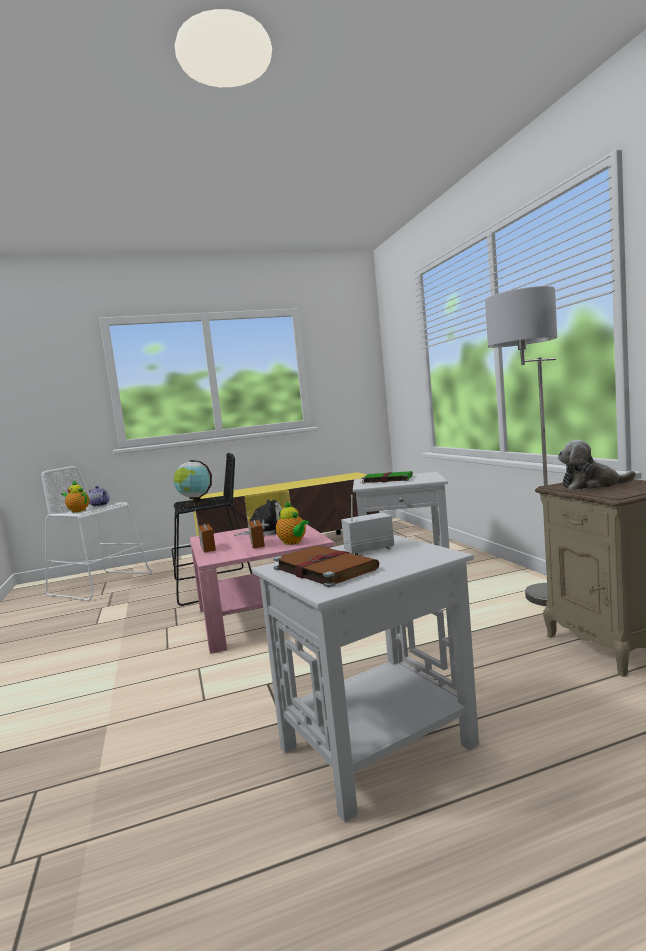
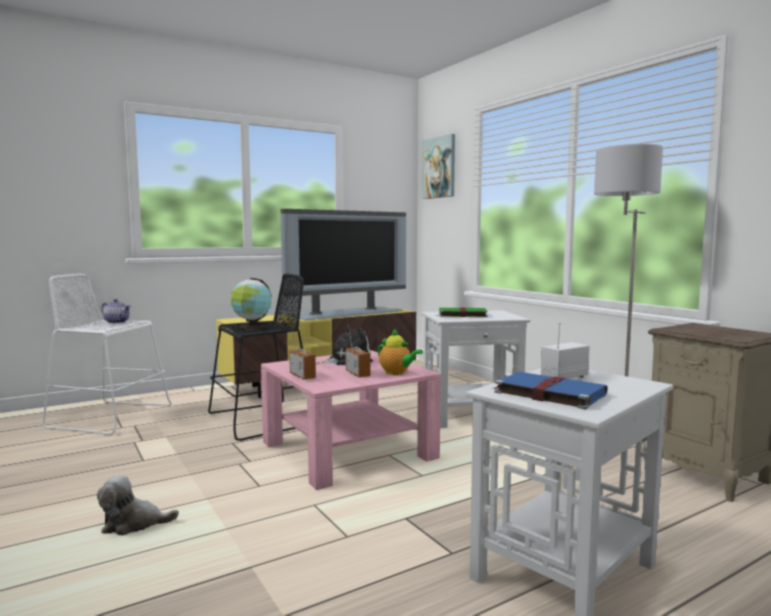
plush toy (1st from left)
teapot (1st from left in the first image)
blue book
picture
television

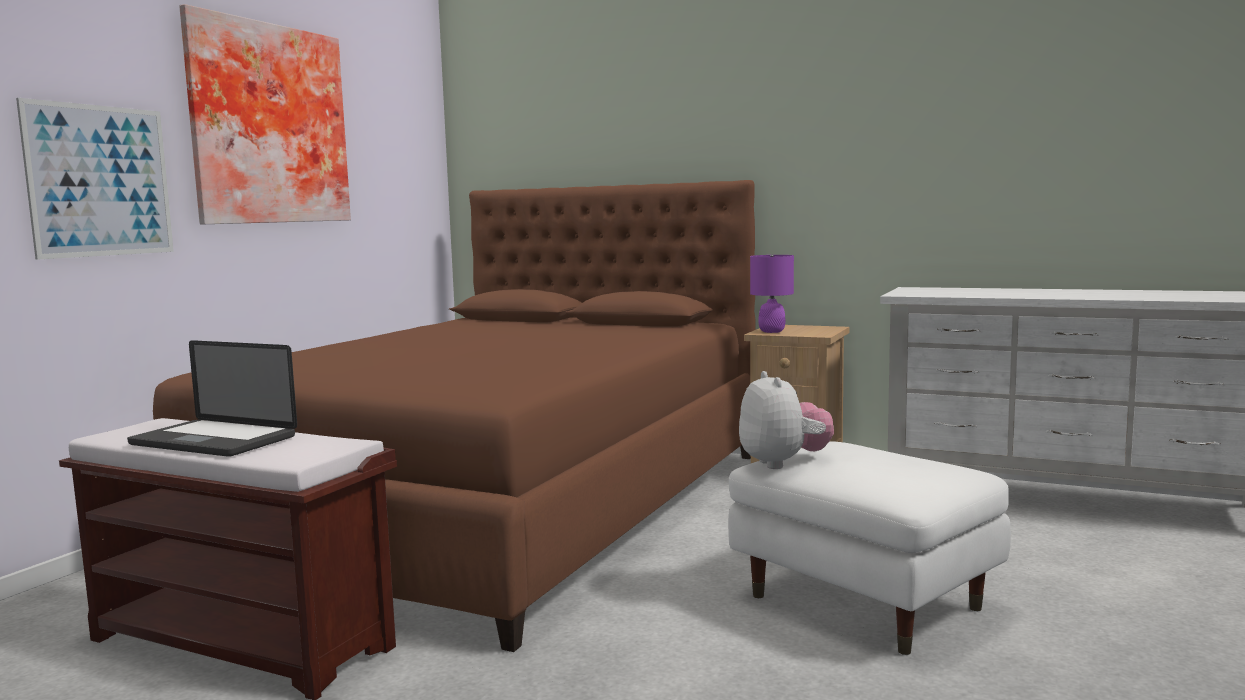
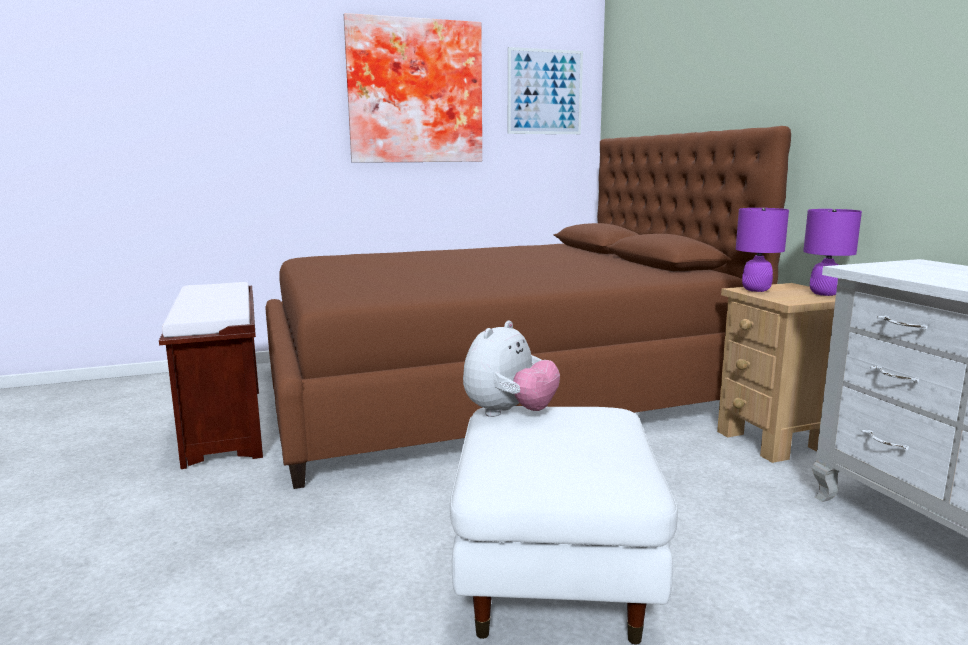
picture (2nd from left)
laptop
purple table lamp (2nd from left)

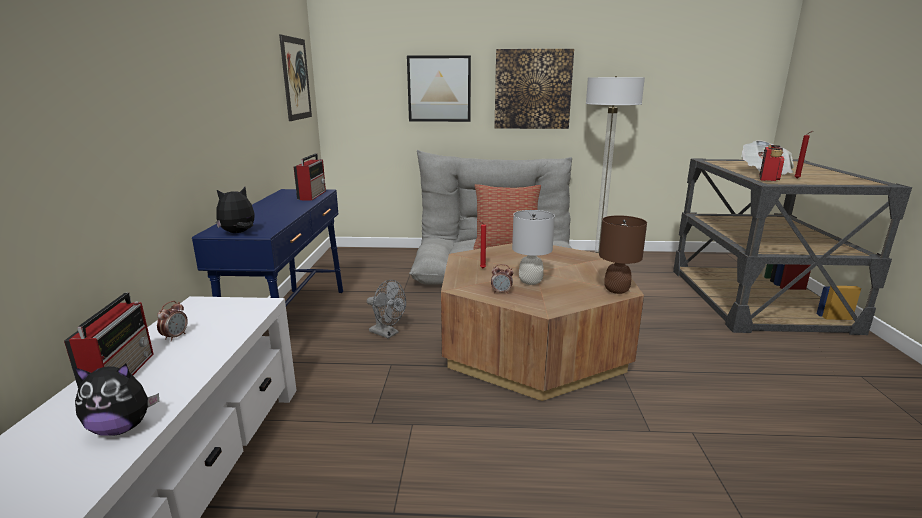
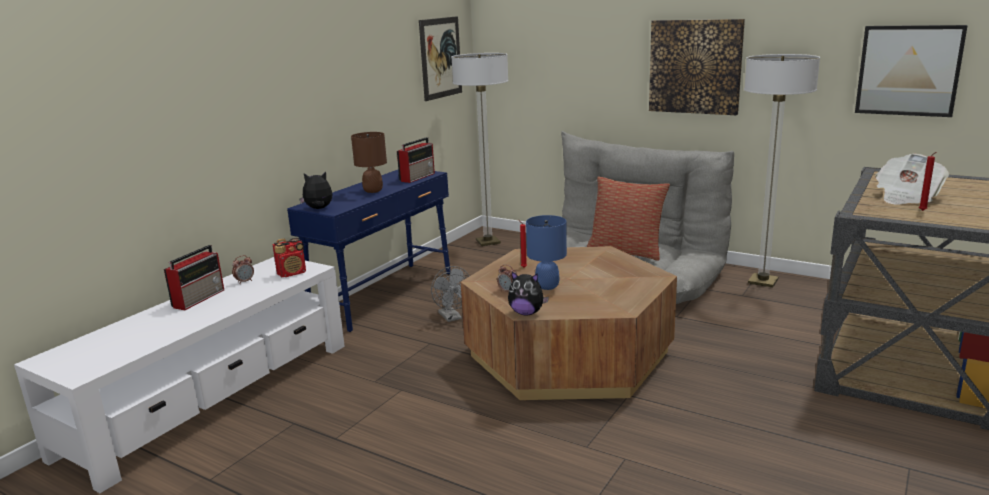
picture (3rd from left)
radio (2nd from left)
blue table lamp
brown table lamp
plush toy (2nd from left)
floor lamp (1st from left)

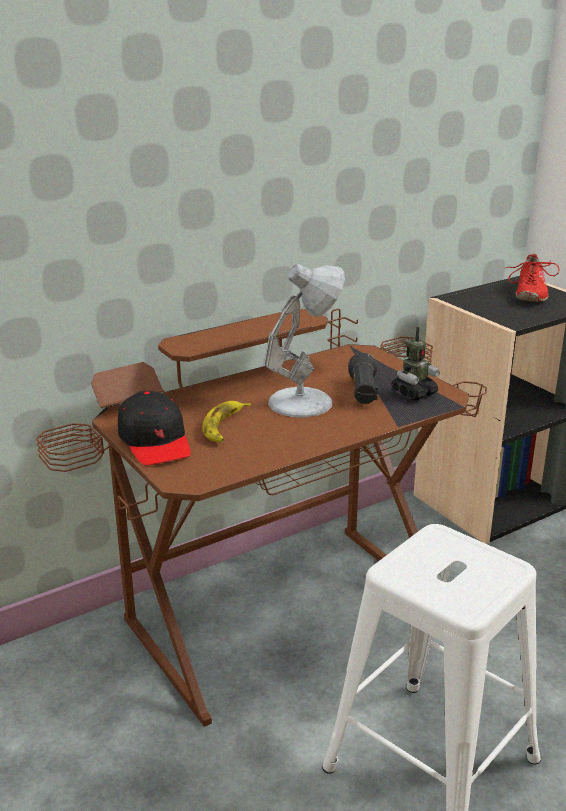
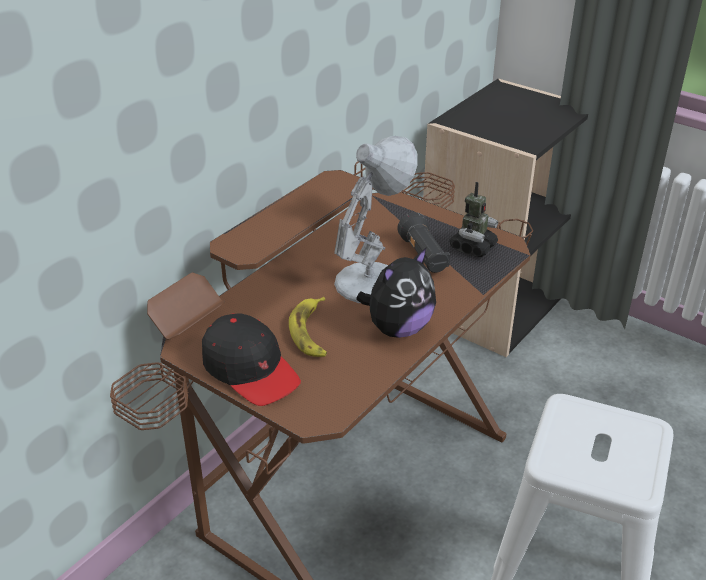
red shoe
plush toy

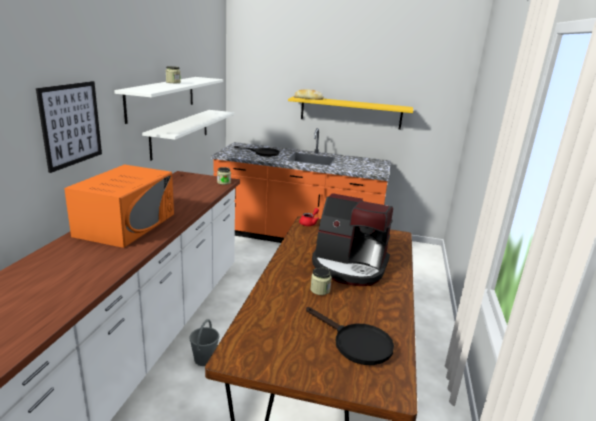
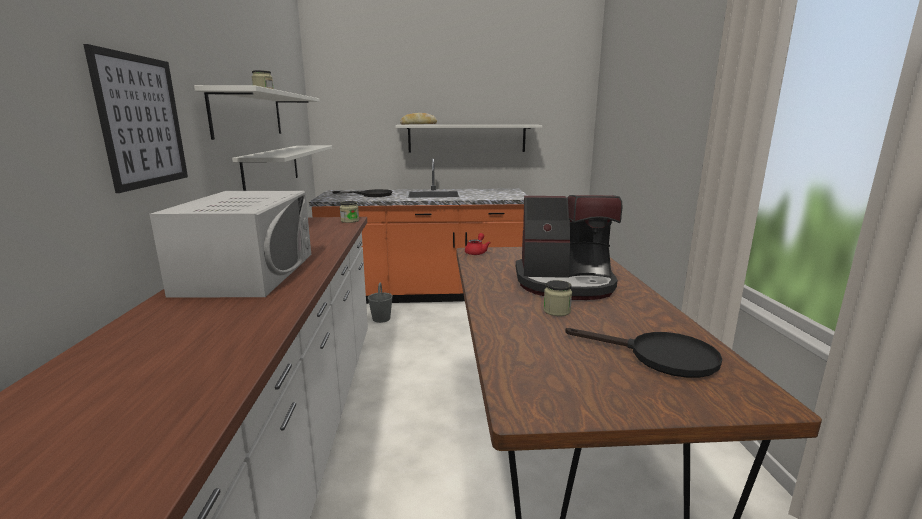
white shelf (3rd from left)
white microwave
grey bucket

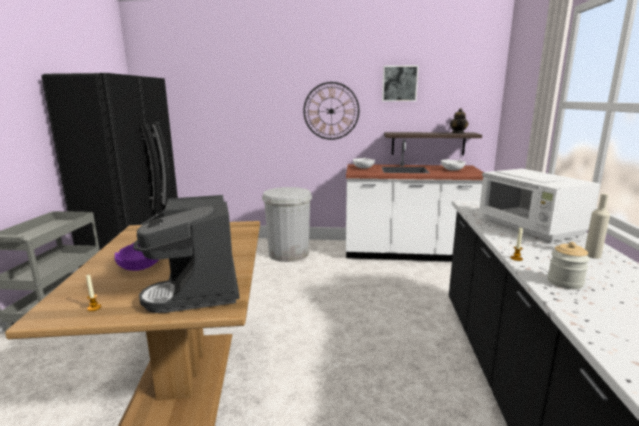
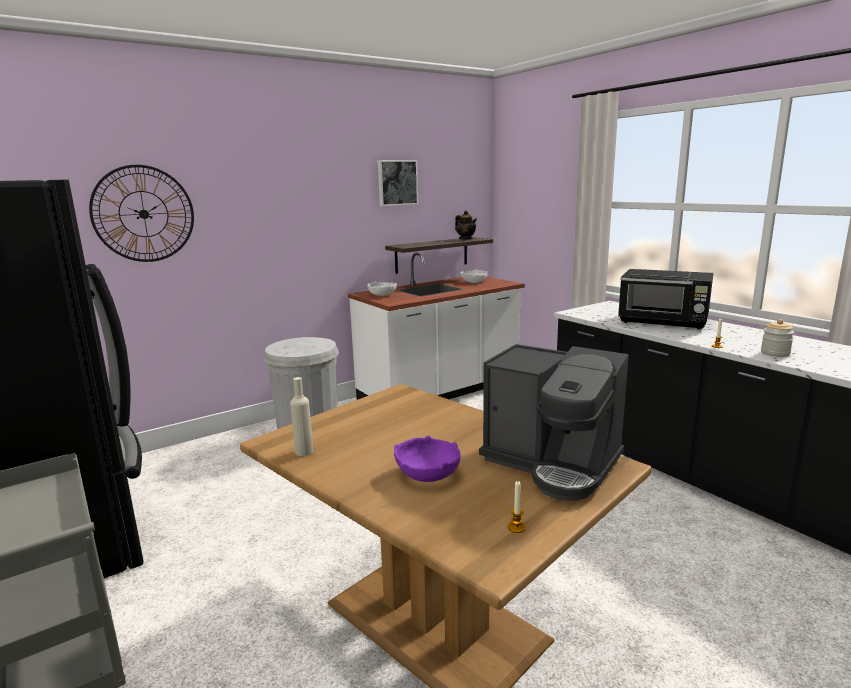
wall clock
black microwave
beige bottle

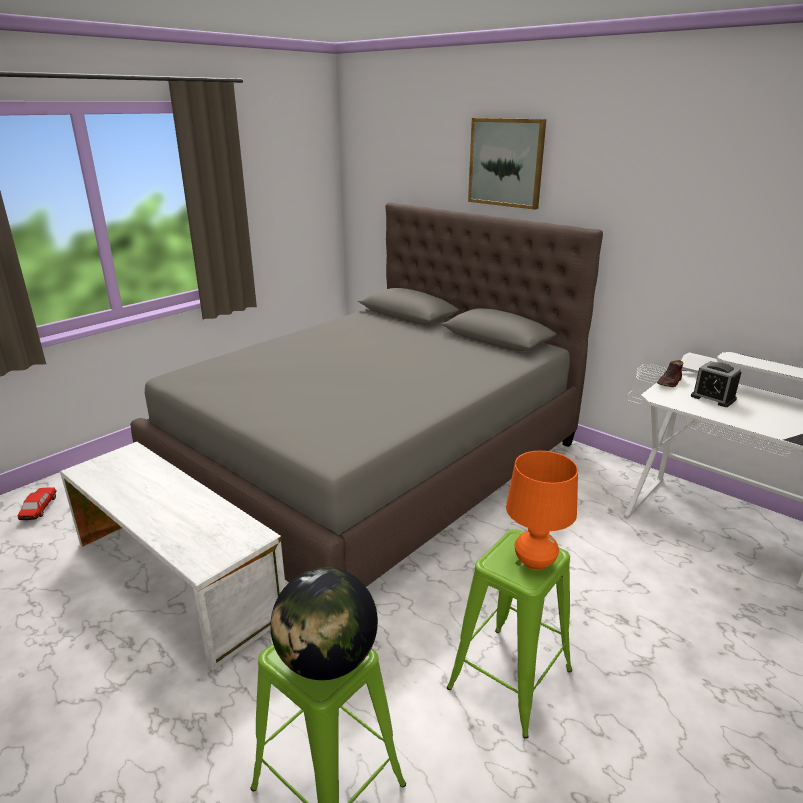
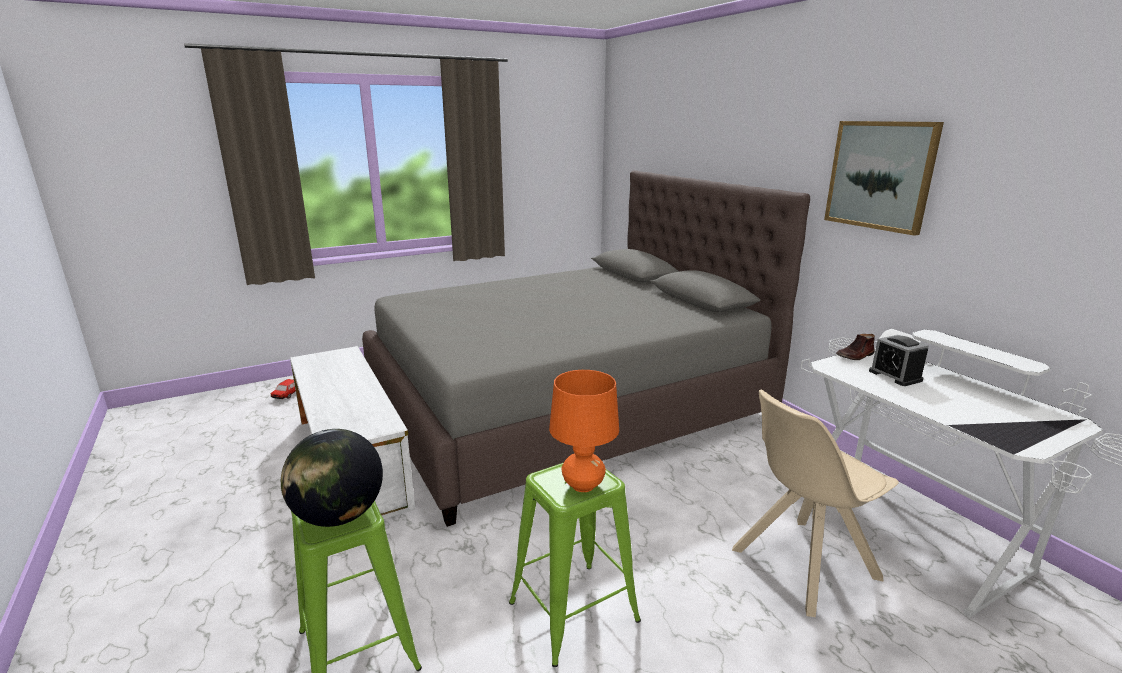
picture
beige chair

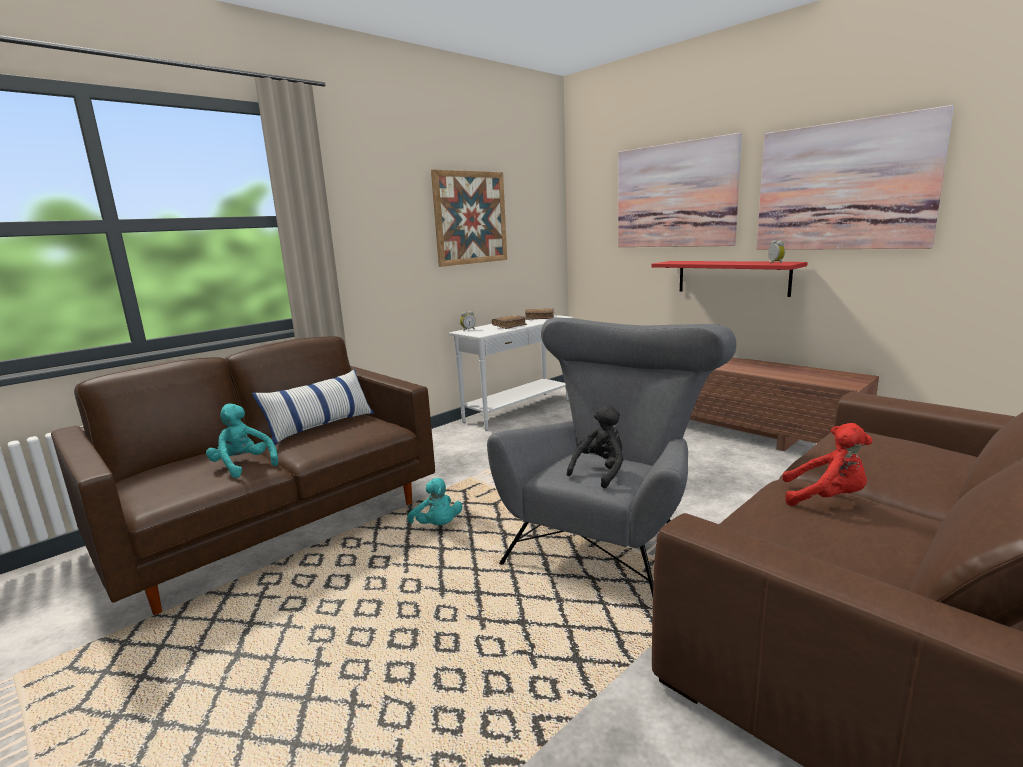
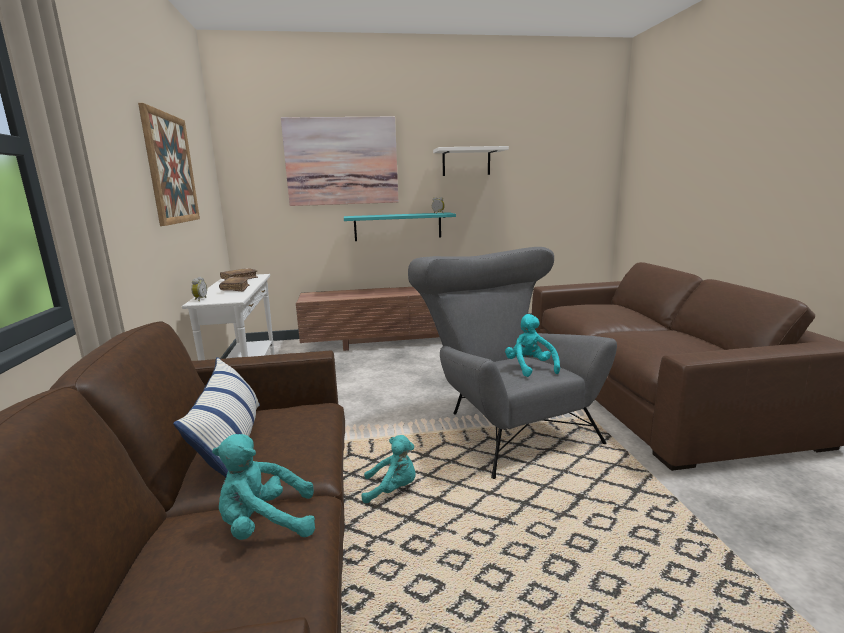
white shelf
turquoise shelf
turquoise plush toy (3rd from left)
red plush toy

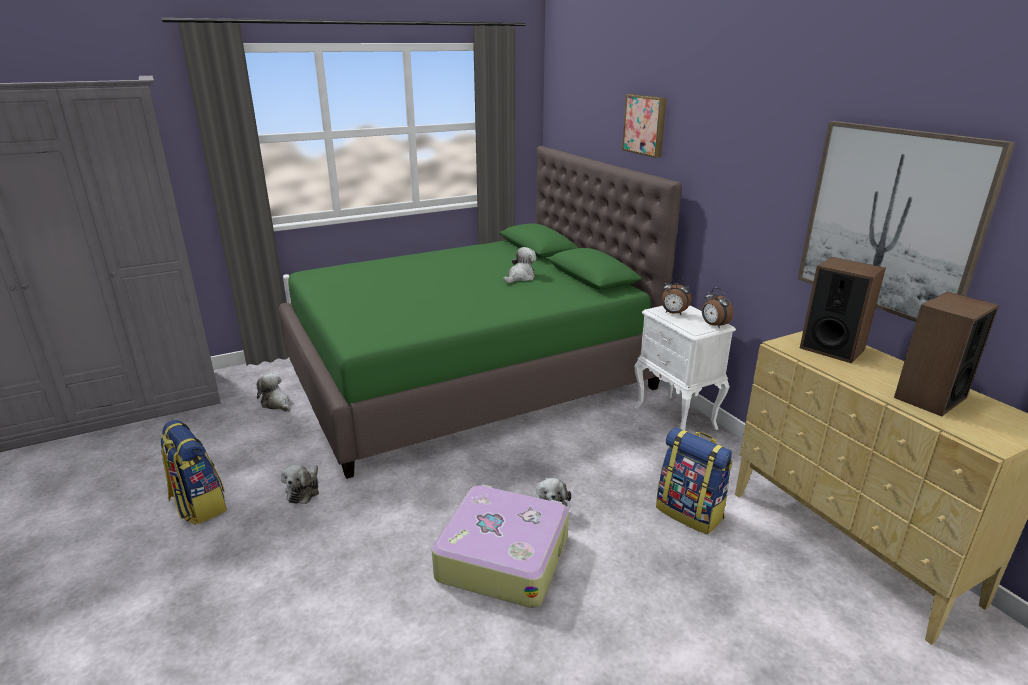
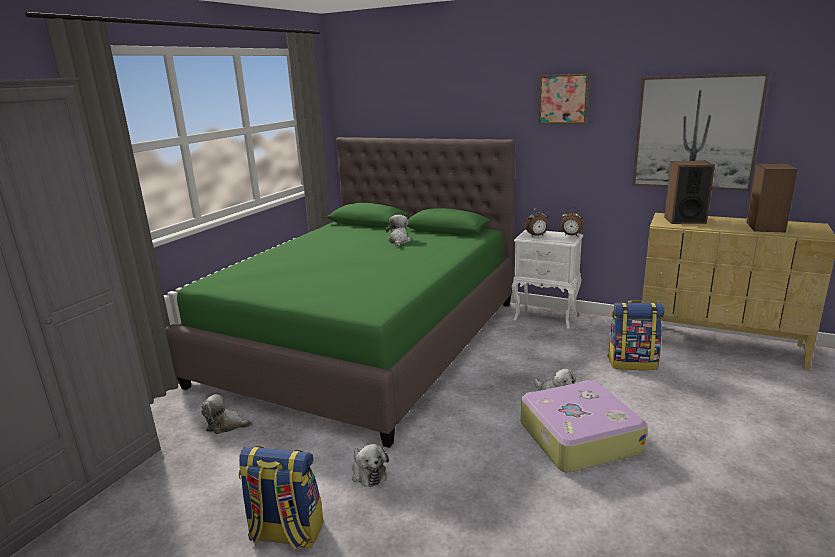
picture (1st from left)

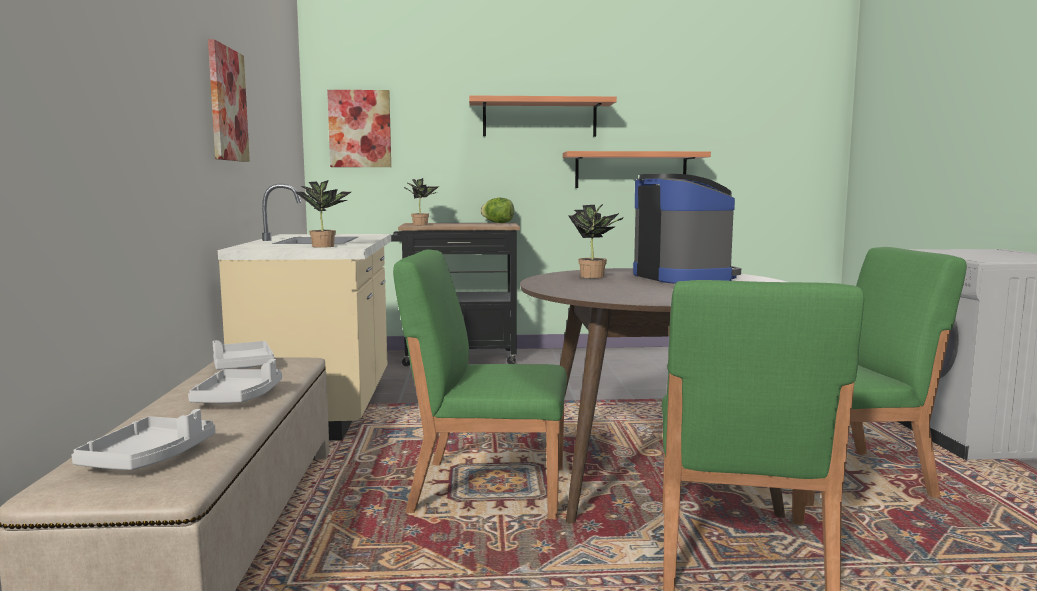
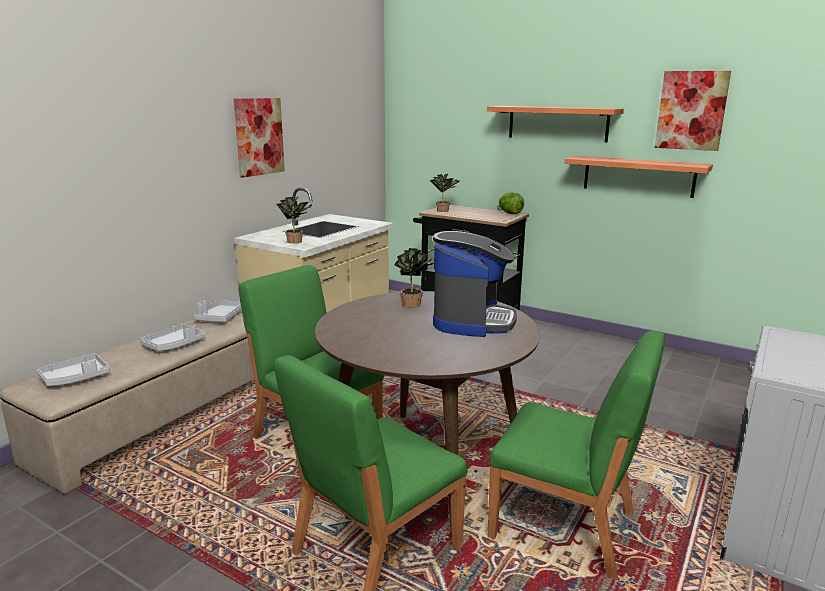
picture (2nd from left)

